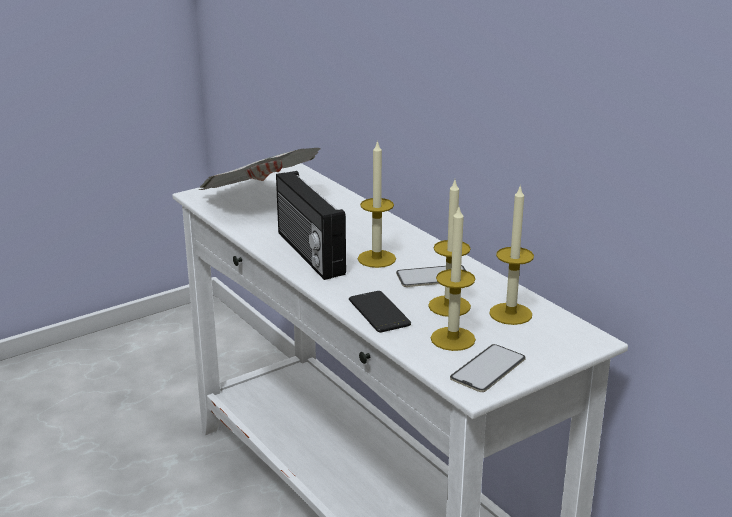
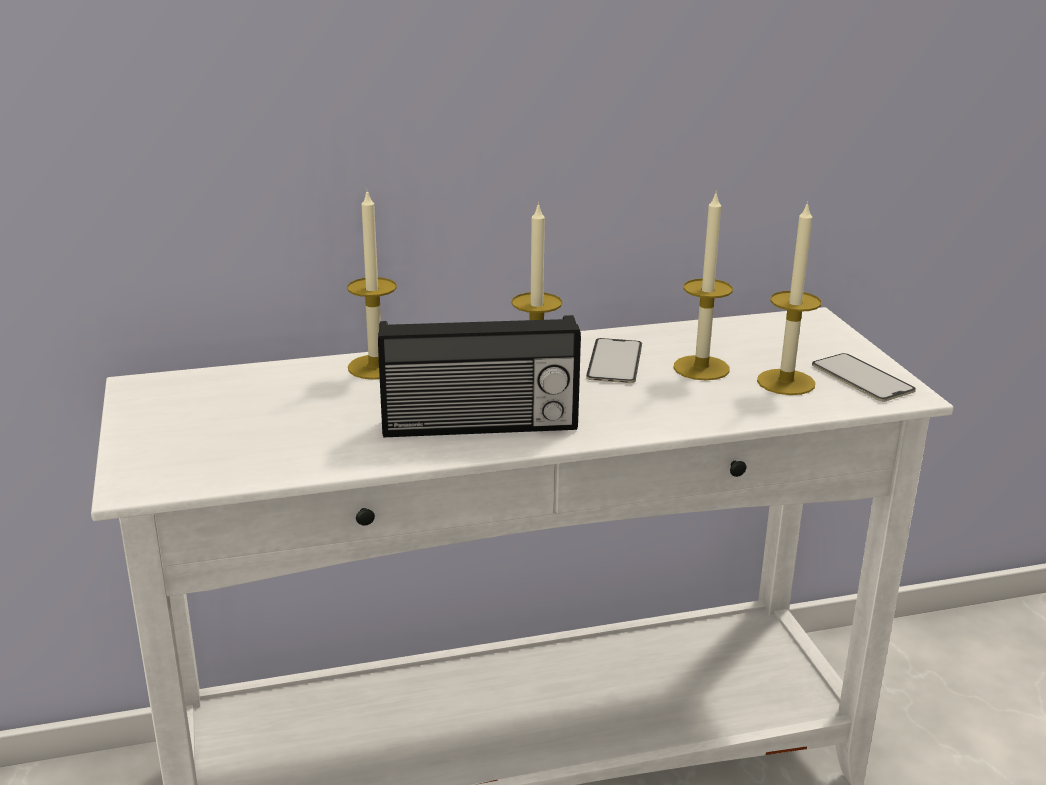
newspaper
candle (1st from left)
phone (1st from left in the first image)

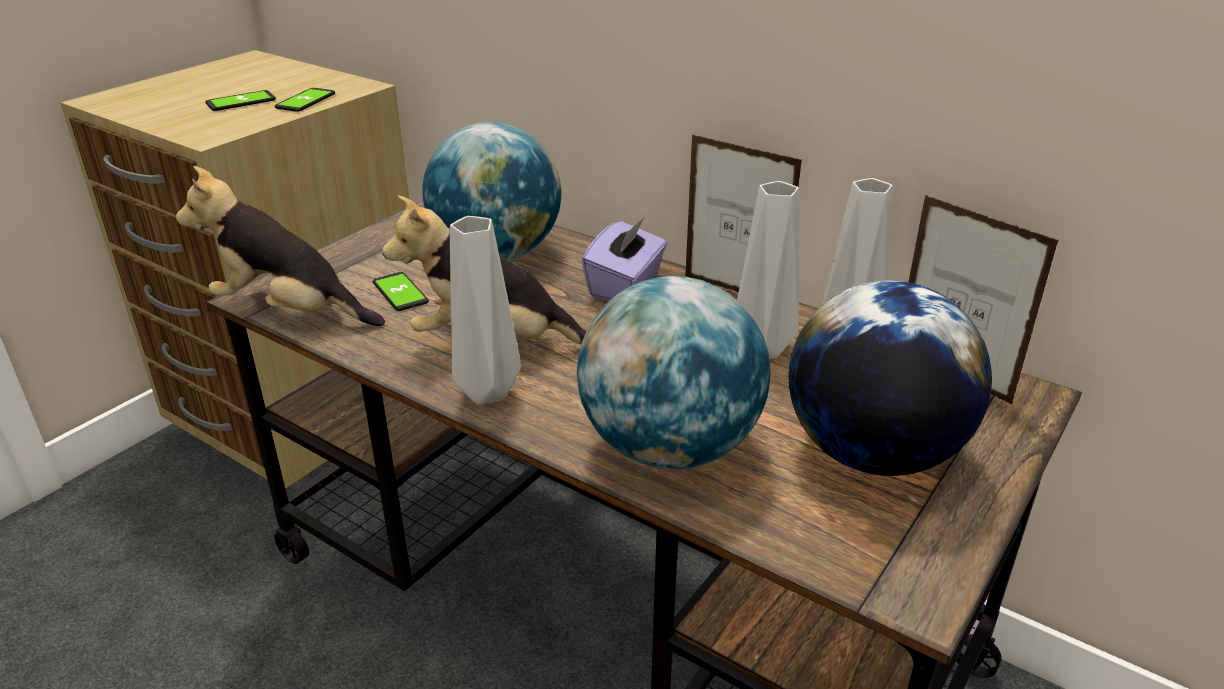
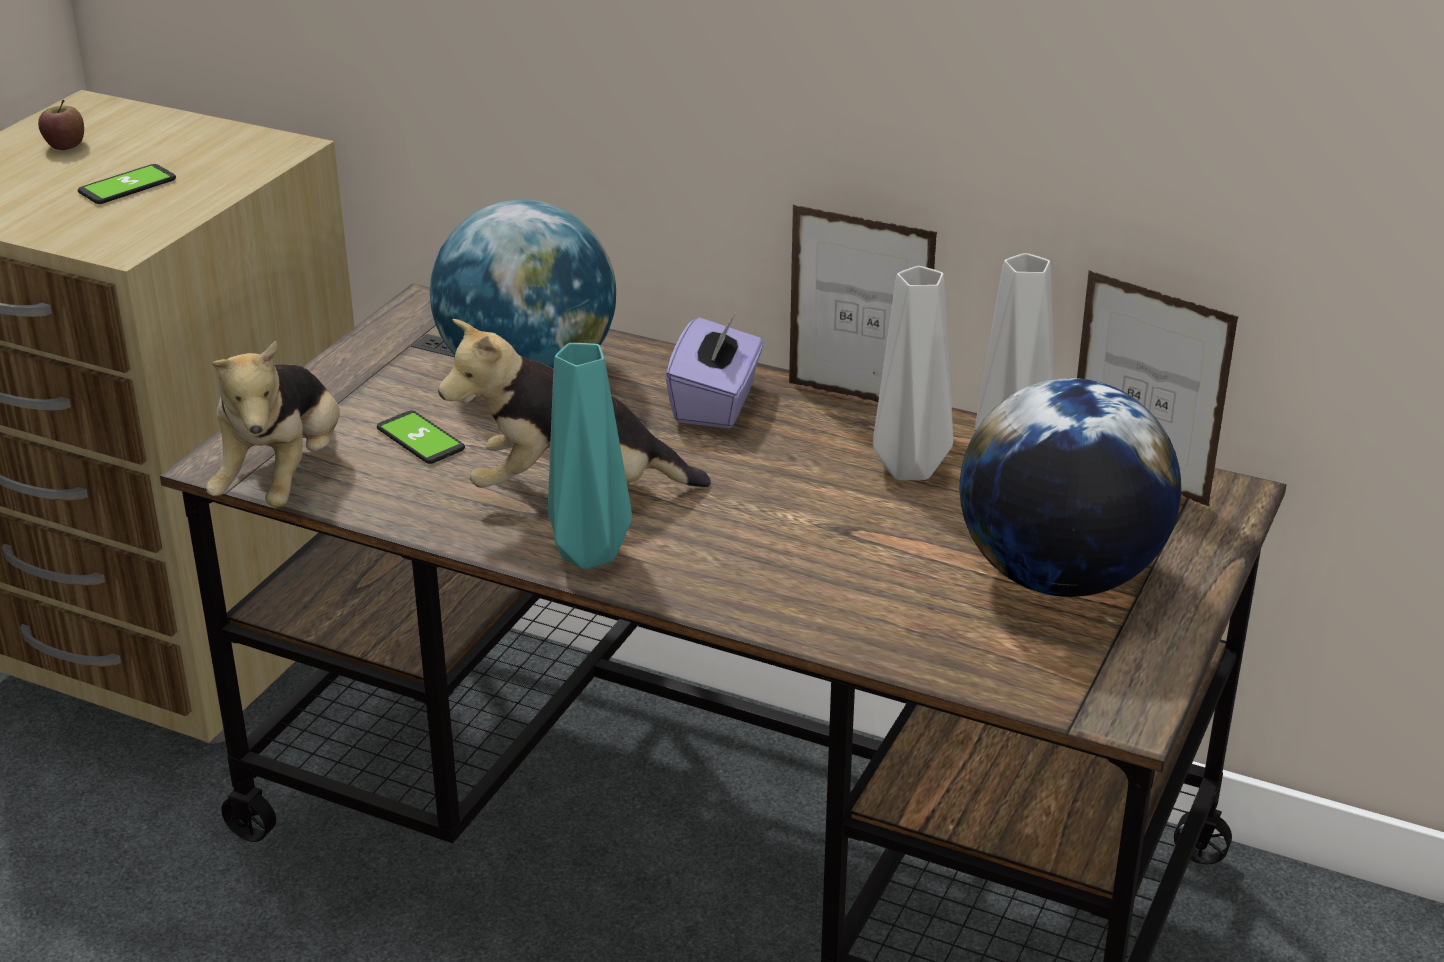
phone (2nd from left in the first image)
plush toy (1st from left)
turquoise vase
globe (2nd from left in the first image)
apple

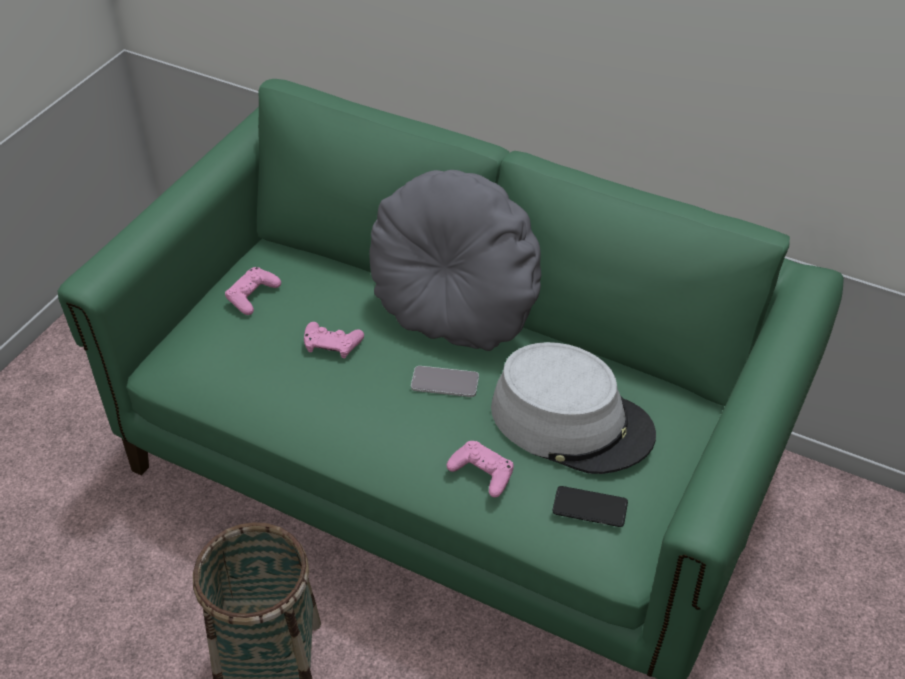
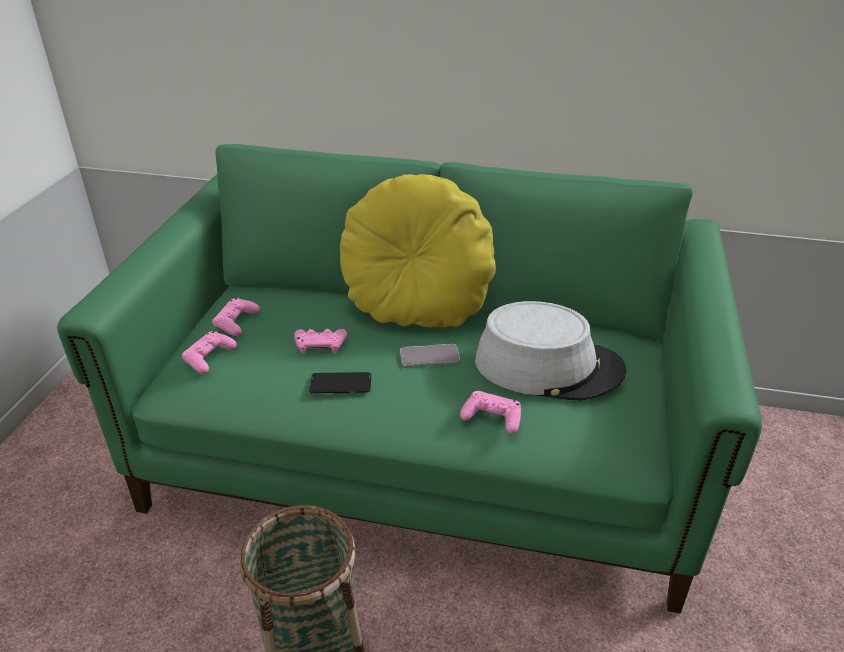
yellow pillow
phone (1st from left)
pink game controller (1st from left)

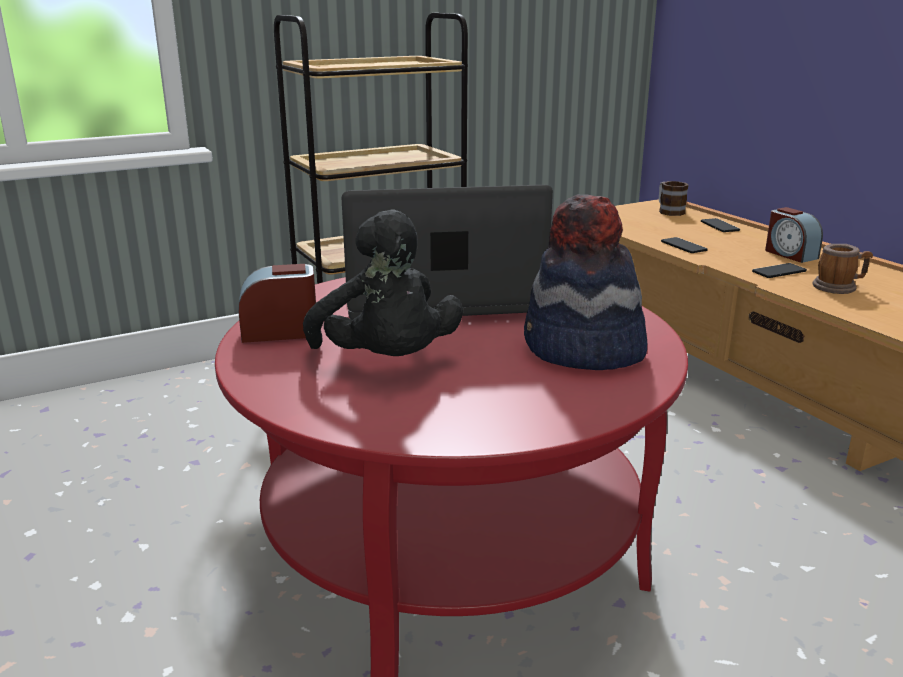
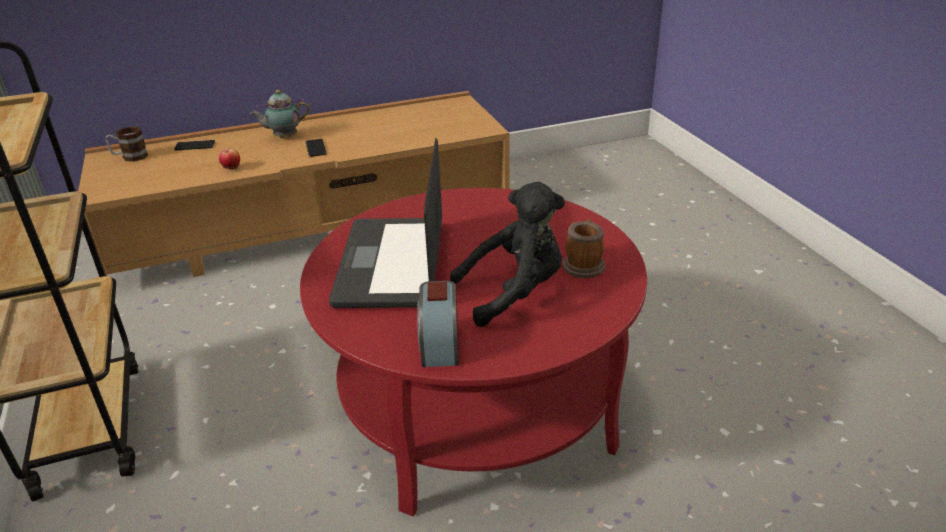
hat
teapot
apple
mug (2nd from left)

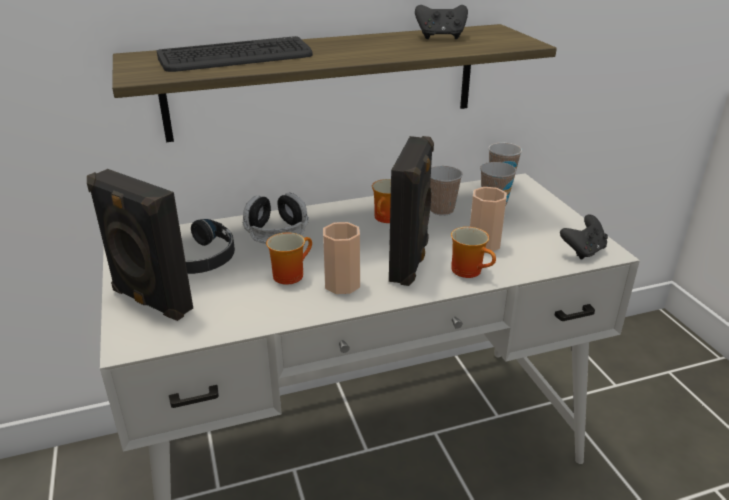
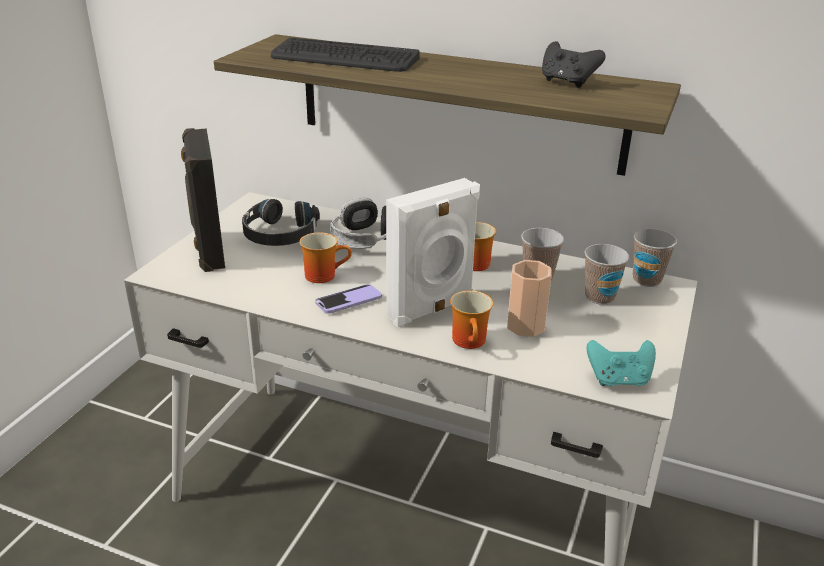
white speaker
turquoise game controller
phone

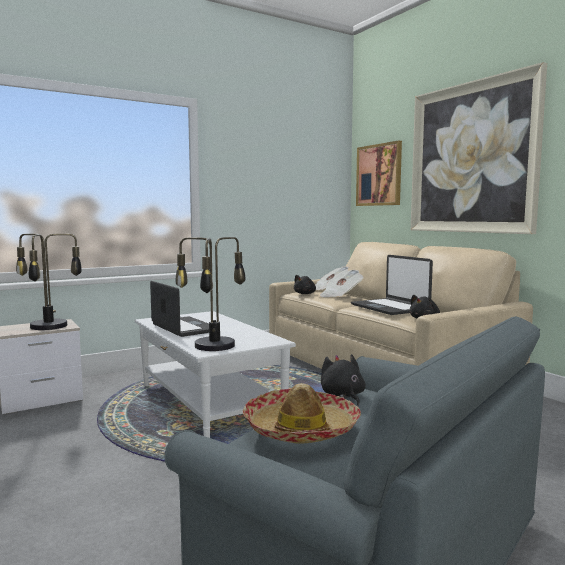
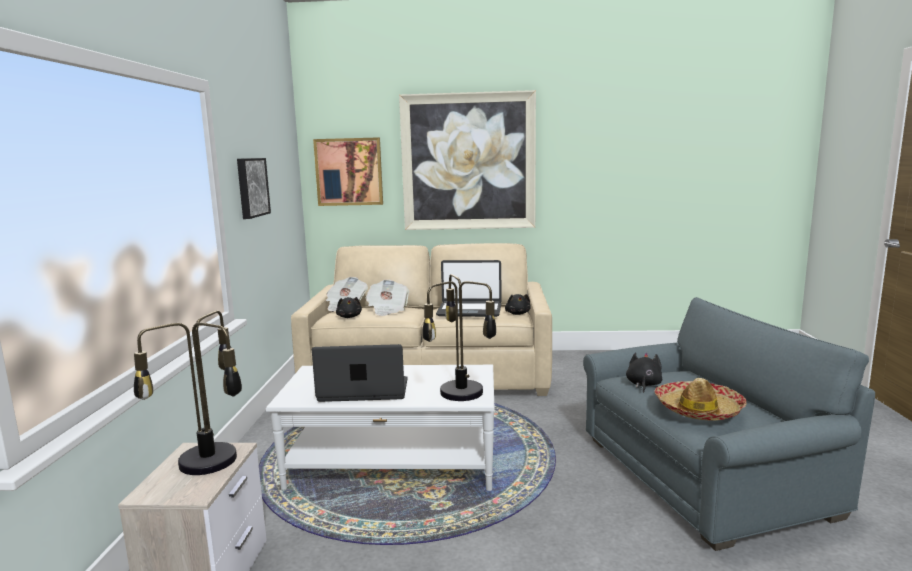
black plush toy (3rd from left)
picture (1st from left)

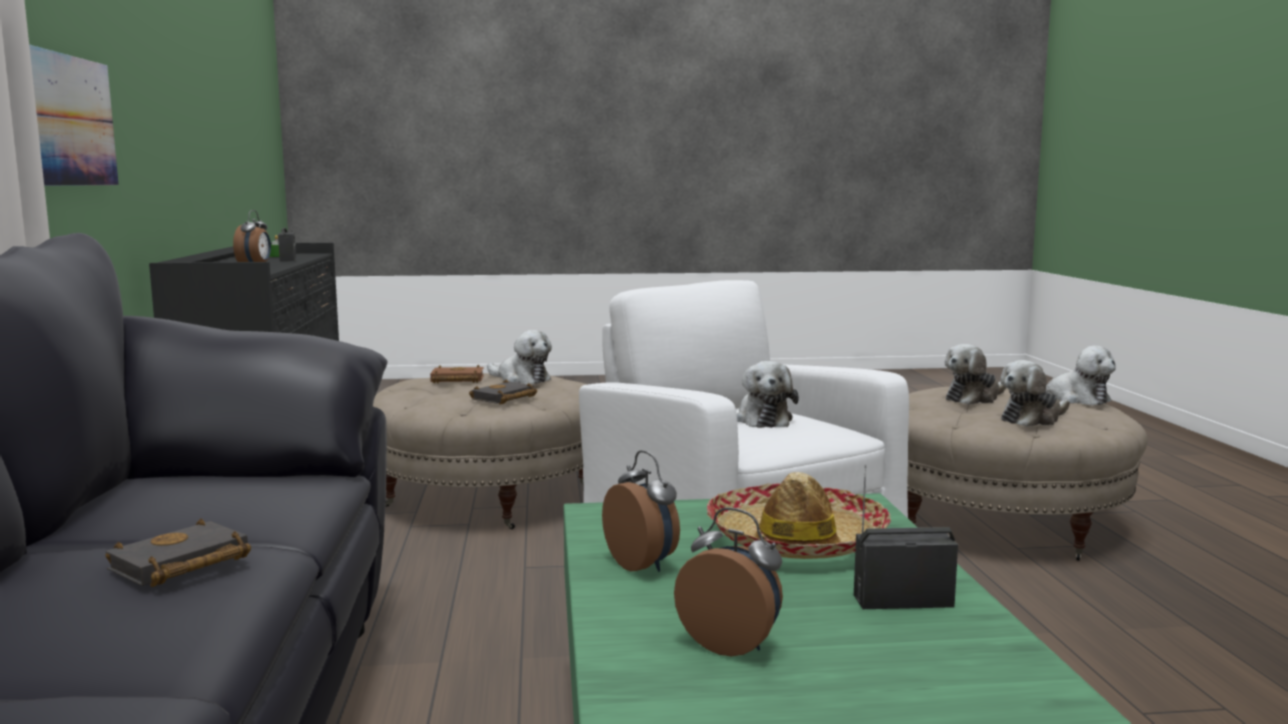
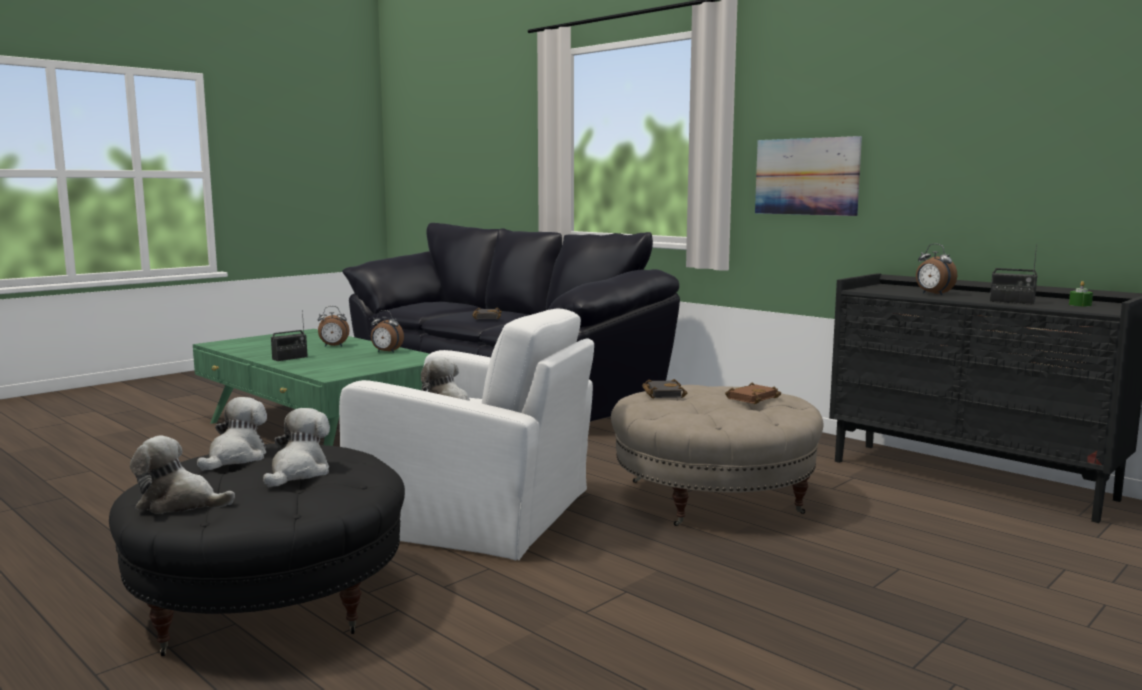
plush toy (1st from left in the first image)
black ottoman
hat

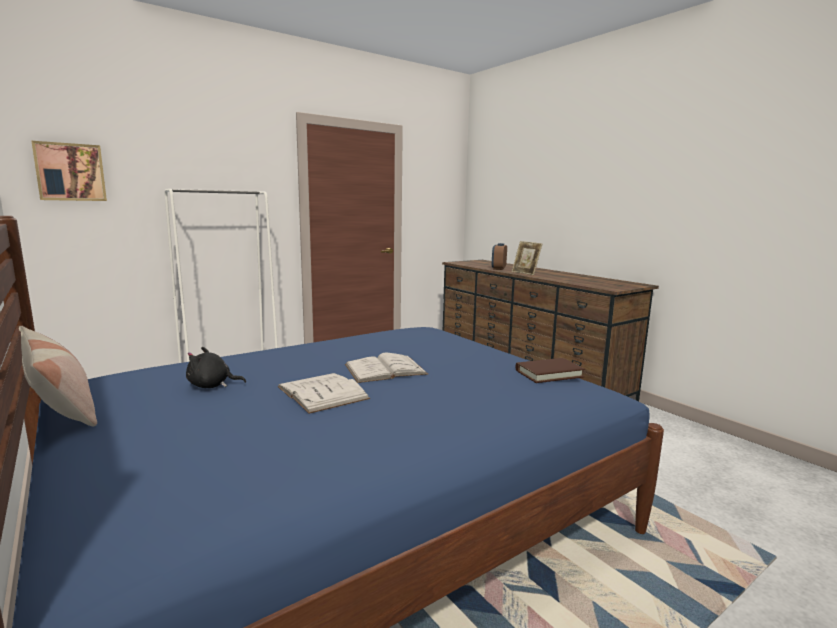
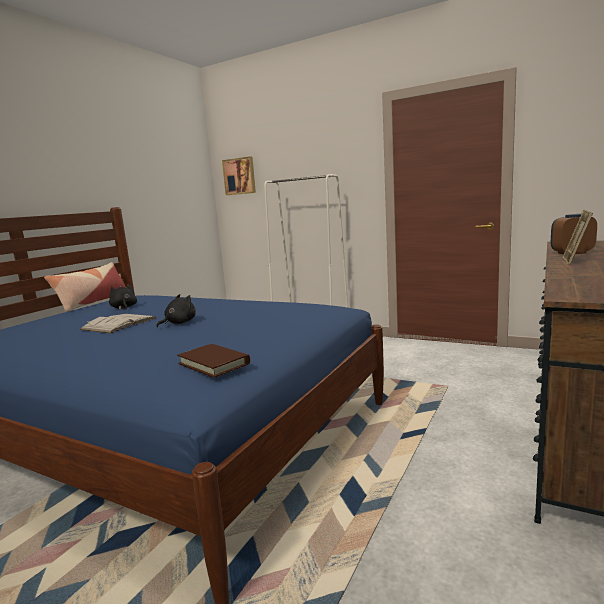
black plush toy (2nd from left)

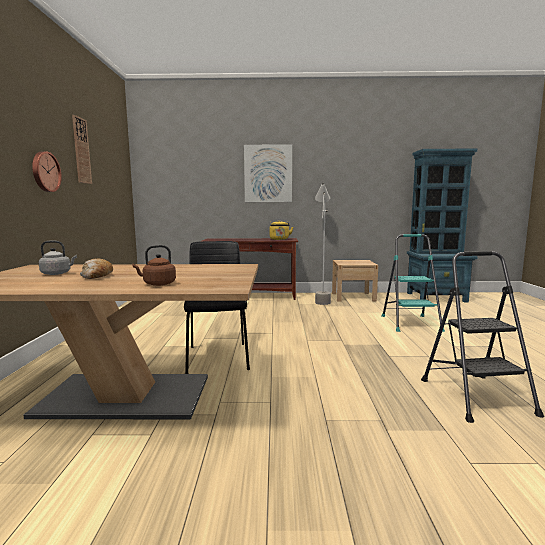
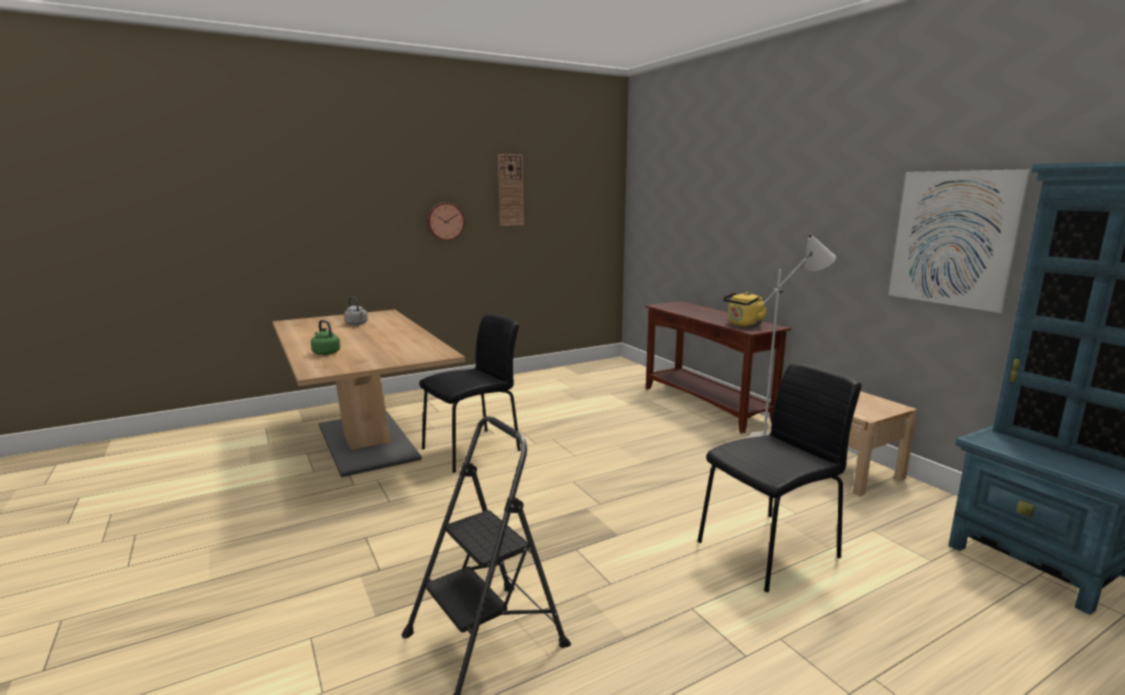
picture
black chair (2nd from left)
green kettle
bread

